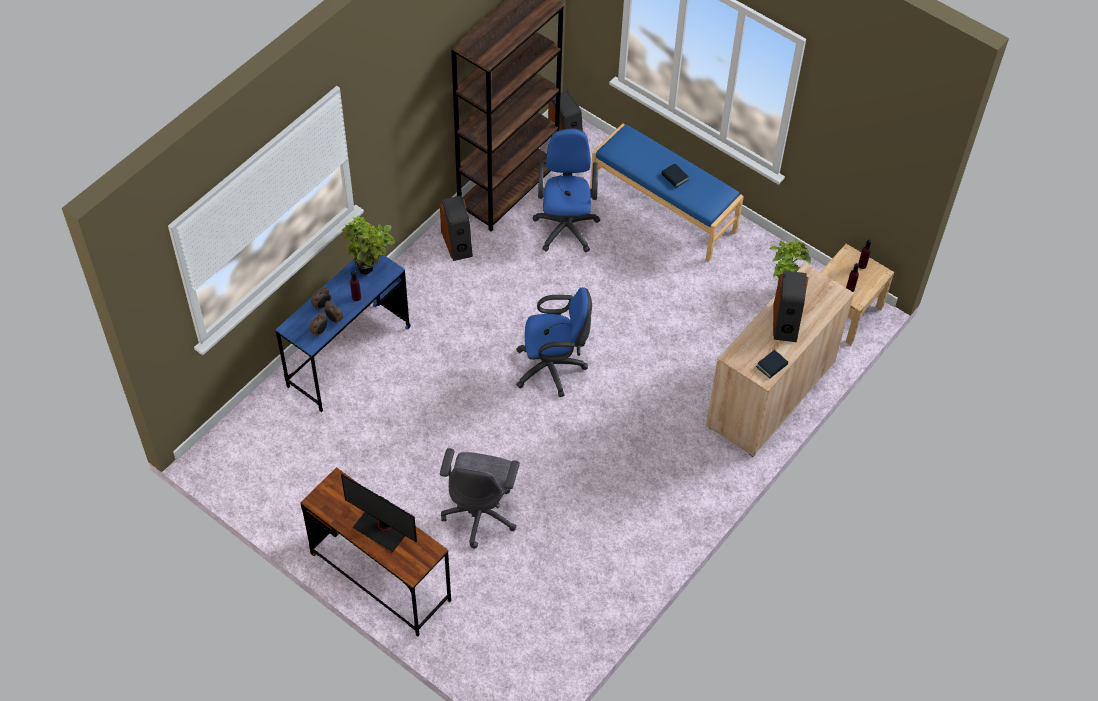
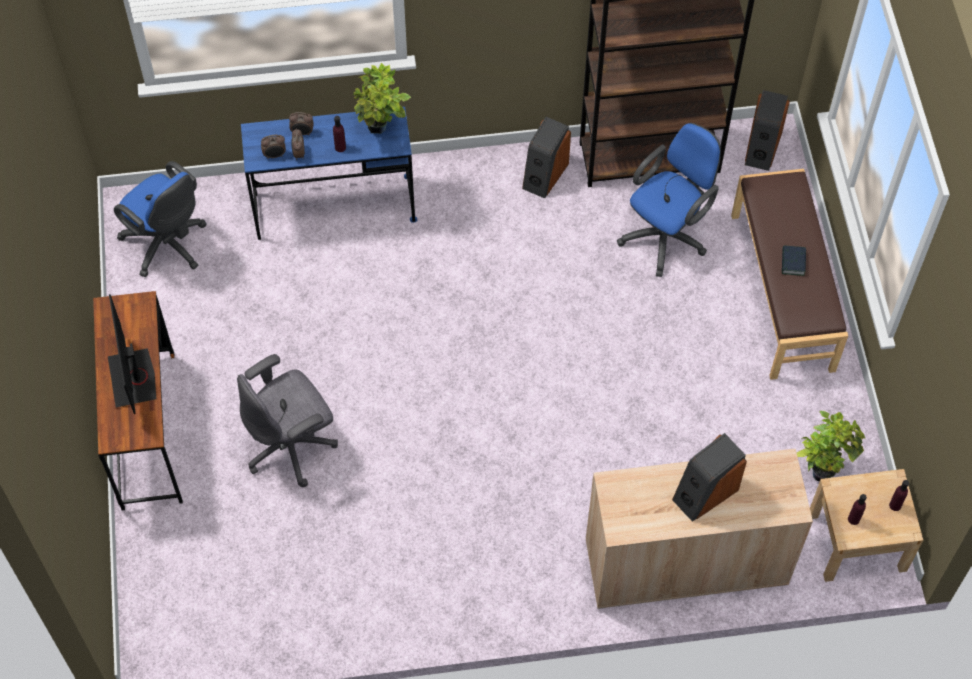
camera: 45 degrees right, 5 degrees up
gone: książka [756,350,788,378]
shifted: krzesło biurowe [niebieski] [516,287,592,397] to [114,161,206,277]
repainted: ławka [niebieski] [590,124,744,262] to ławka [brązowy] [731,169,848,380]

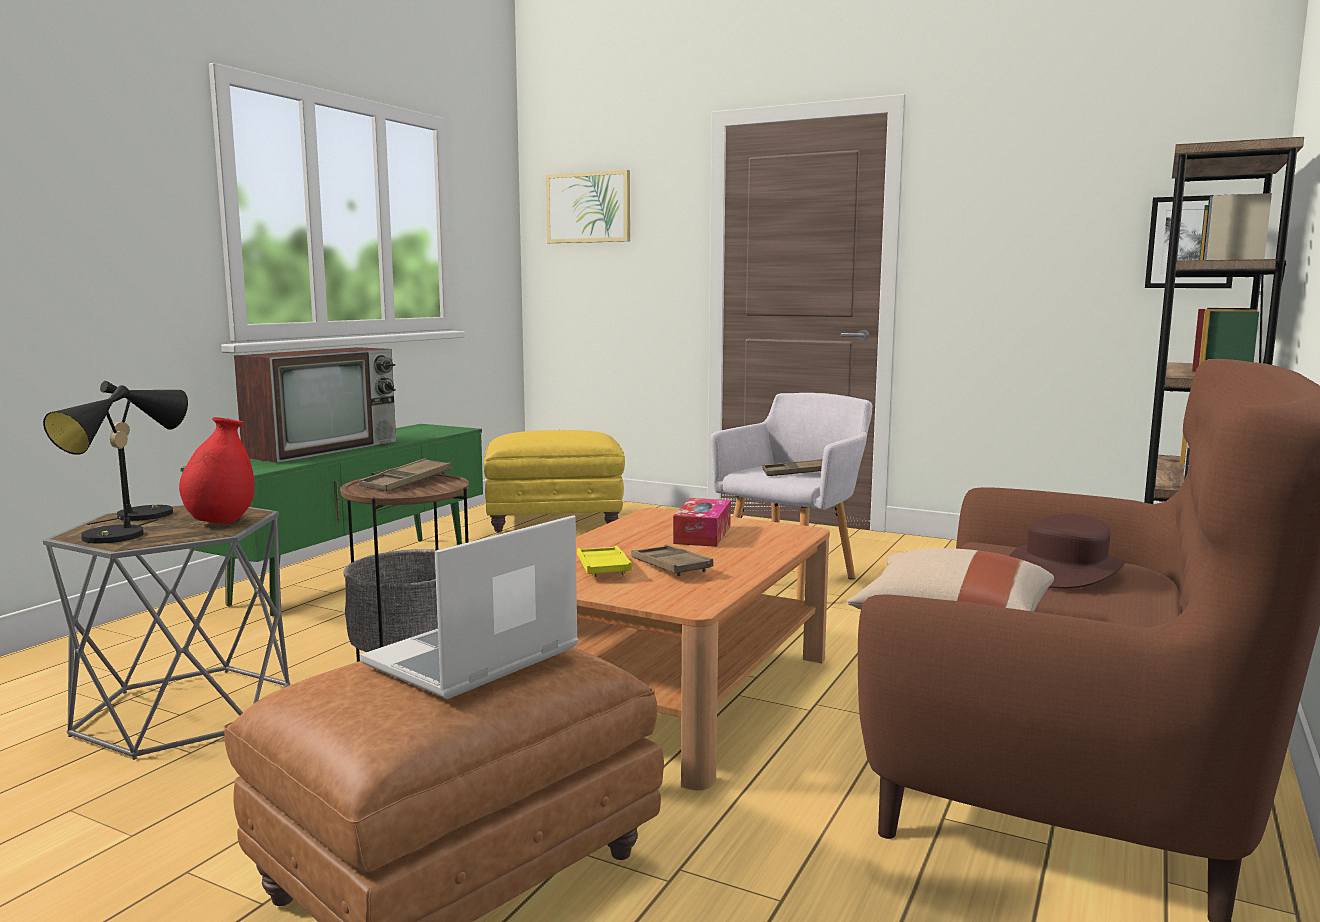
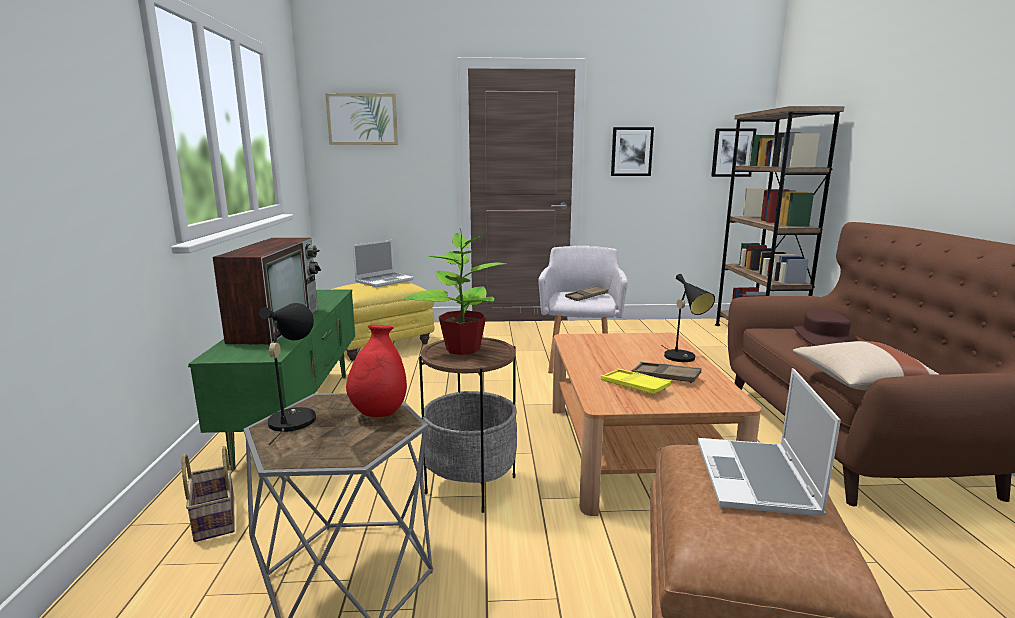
camera: 30 degrees left, 5 degrees up
gone: pudełko chusteczek [673,498,731,547]
new: koszyk [182,446,235,542]; laptop [353,240,414,287]; obraz [611,127,654,176]
shifted: lampa stołowa [czarny] [43,385,158,543] to [661,274,715,362]
swapped: taca [brązowy] [359,458,452,491] to roślina doniczkowa [403,229,506,355]

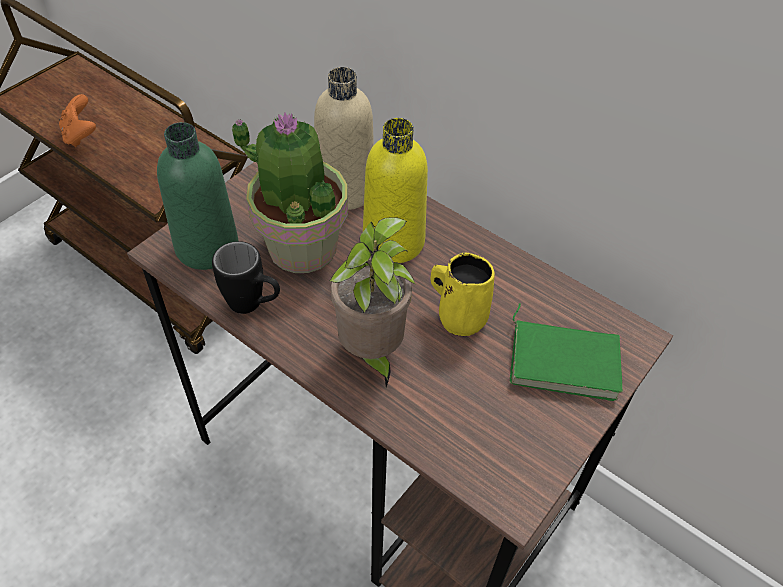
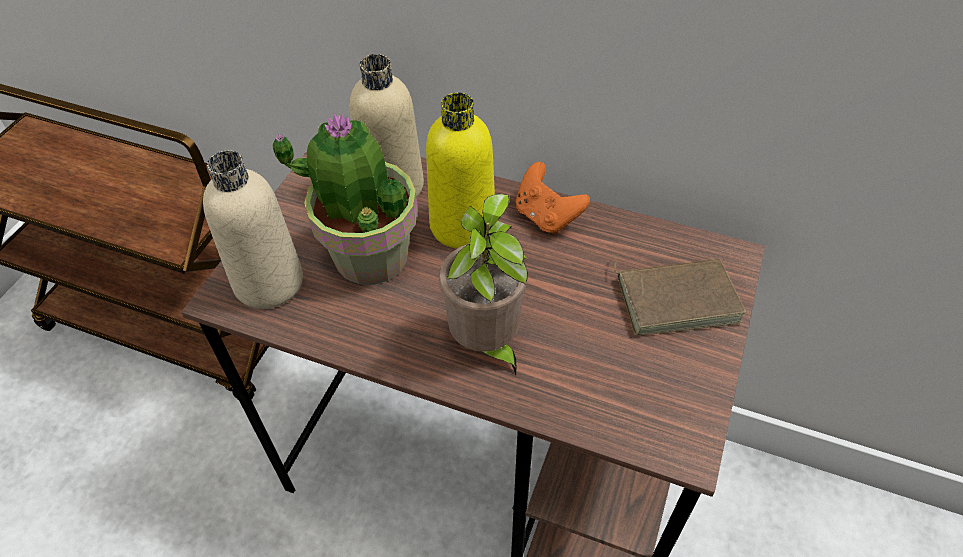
camera: 15 degrees left, 0 degrees up
gone: kubek [czarny] [212,241,280,314]; kubek [żółty] [430,253,495,336]
shifted: pad do gier [pomarańczowy] [59,94,96,147] to [516,162,590,234]
repainted: butelka [zielony] [157,122,238,270] to butelka [beżowy] [203,150,303,309]; książka [zielony] [509,303,623,401] to książka [brązowy] [614,254,746,335]

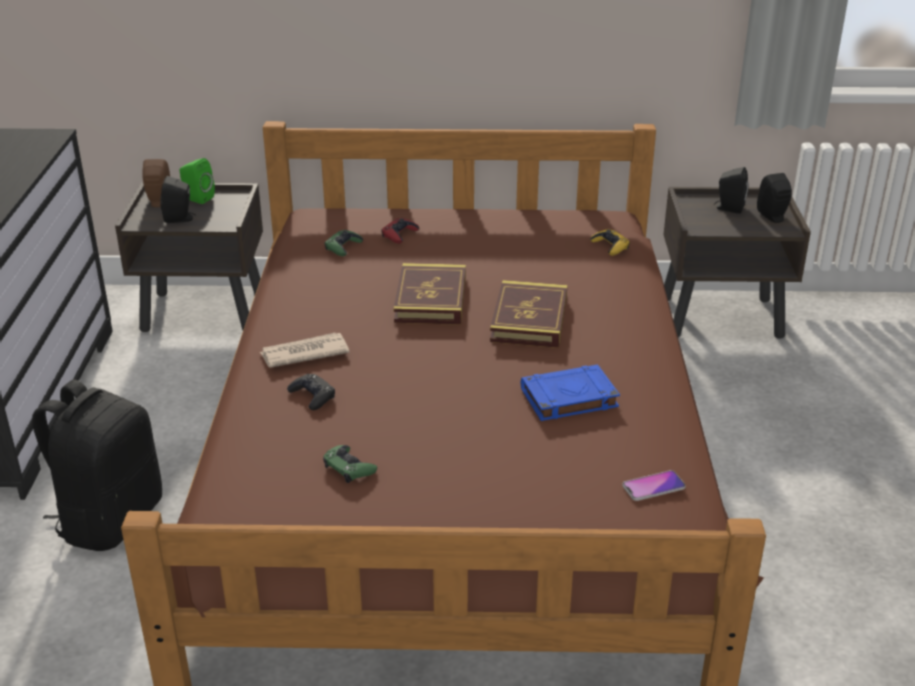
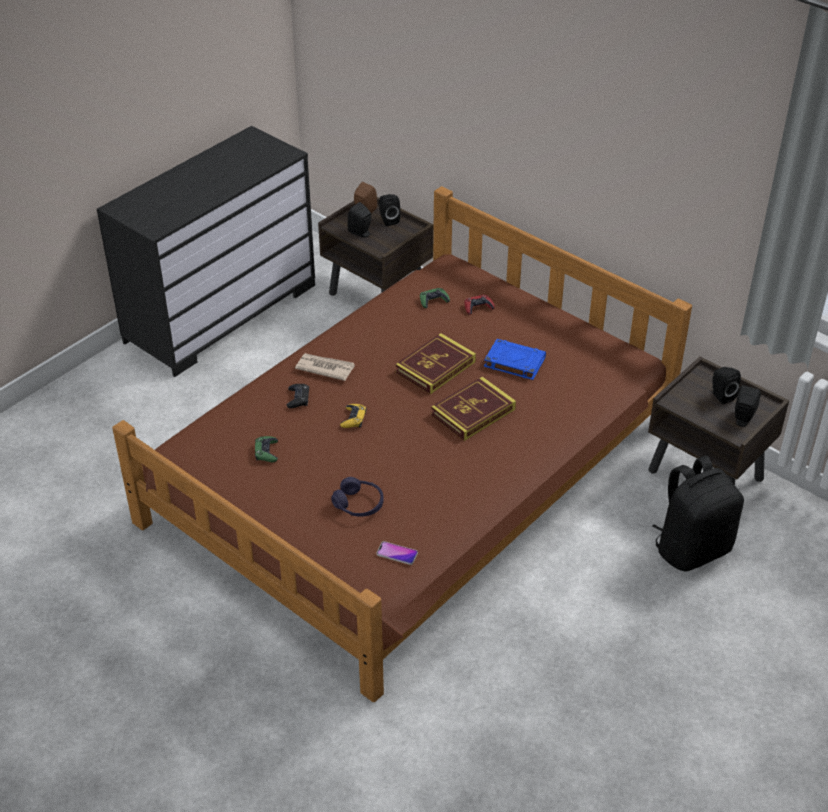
camera: 40 degrees right, 10 degrees up
new: słuchawki [fioletowy] [331,477,384,517]
shifted: pad do gier [żółty] [590,229,630,256] to [340,404,366,428]; książka [niebieski] [521,364,620,421] to [484,339,546,380]; plecak [czarny] [32,380,162,551] to [653,456,744,572]
repainted: głośnik [zielony] [180,158,215,204] to głośnik [czarny] [379,194,401,226]

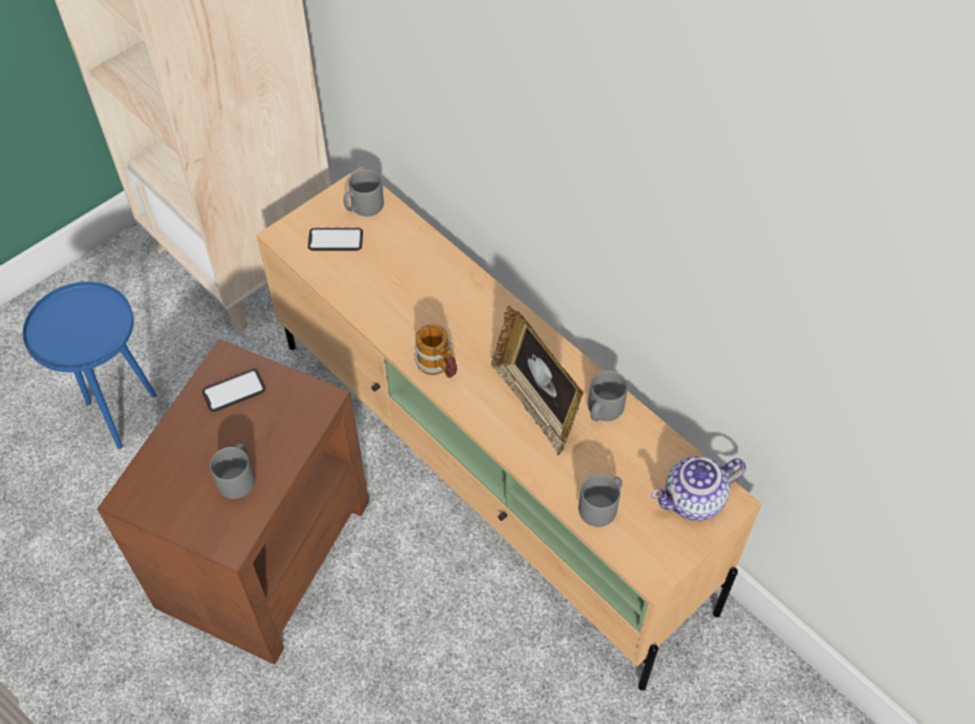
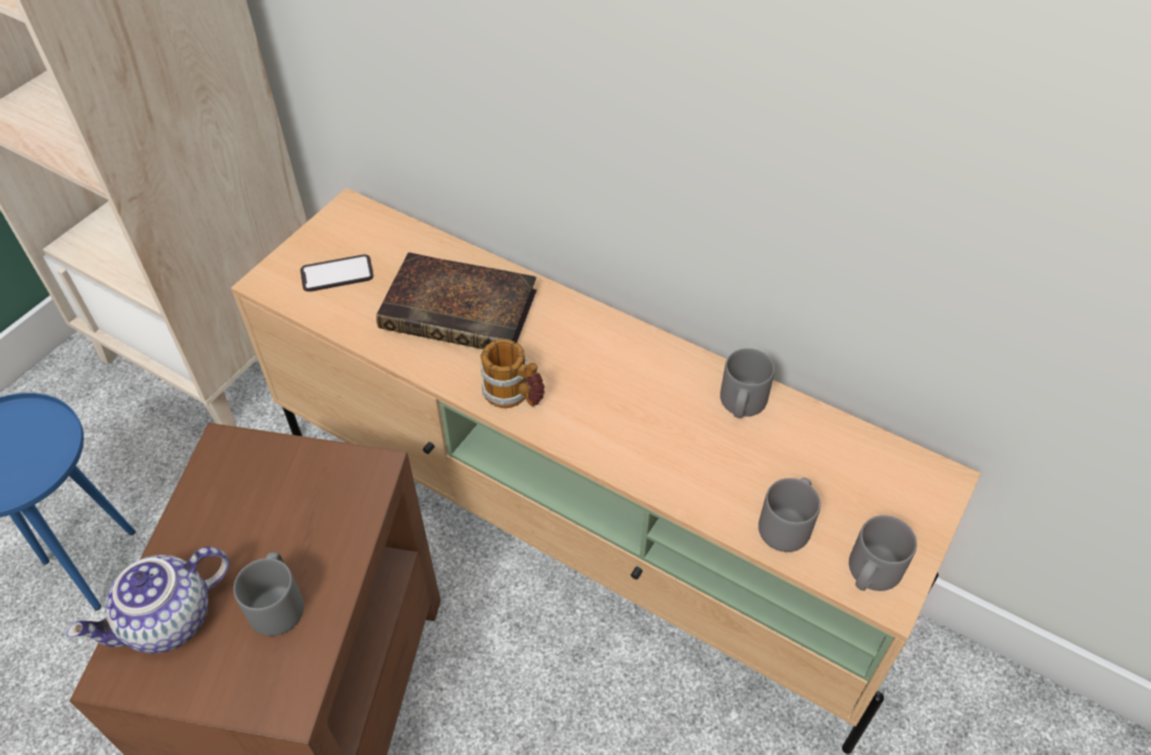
camera: 15 degrees left, 5 degrees down
gone: telefon [202,369,266,412]; ramka na zdjęcie [491,306,583,455]
new: książka [376,252,537,349]
shifted: imbryk [651,456,746,521] to [67,547,229,654]; kubek [szary] [343,169,384,216] to [849,515,917,591]

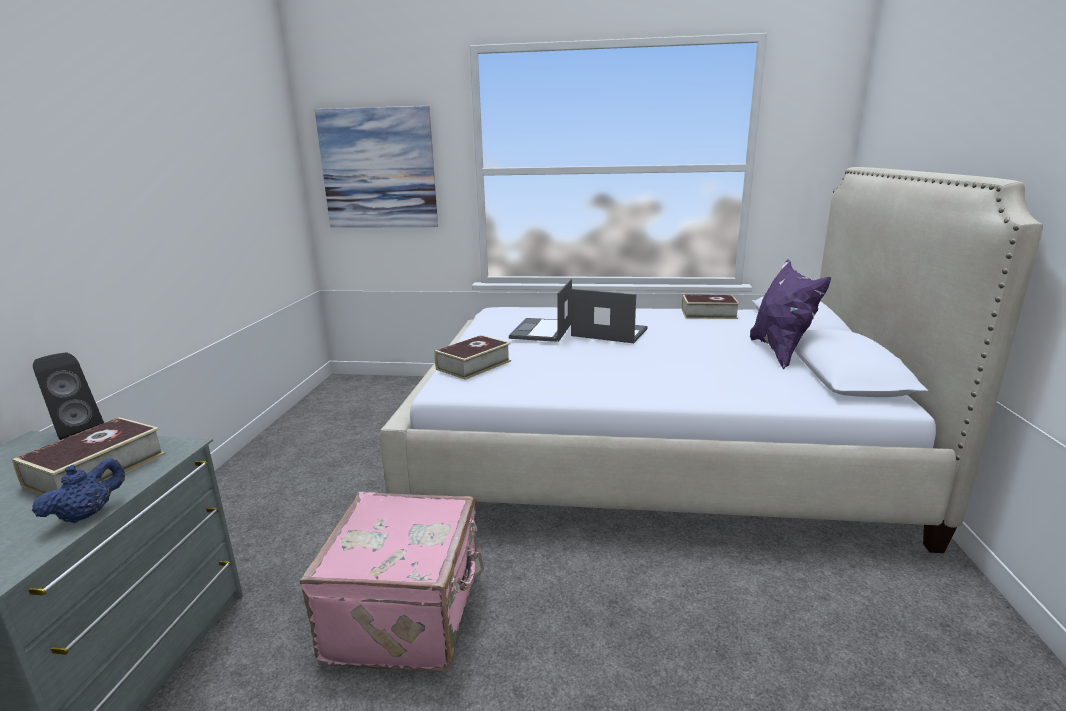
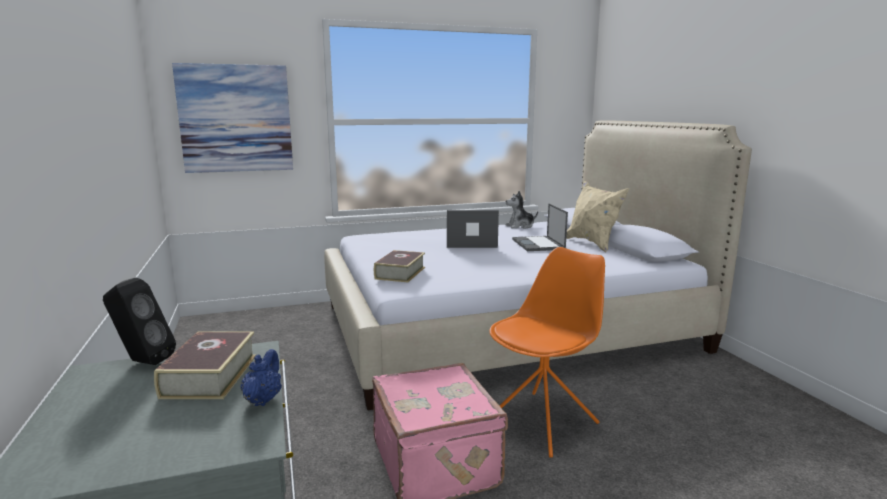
camera: 25 degrees left, 5 degrees down
new: krzesło [pomarańczowy] [490,247,605,458]
shifted: laptop [509,279,572,342] to [512,203,568,251]
swapped: książka [682,295,739,319] to pluszak [505,191,538,229]
repainted: poduszka [fioletowy] [750,259,831,369] to poduszka [beżowy] [566,181,629,252]

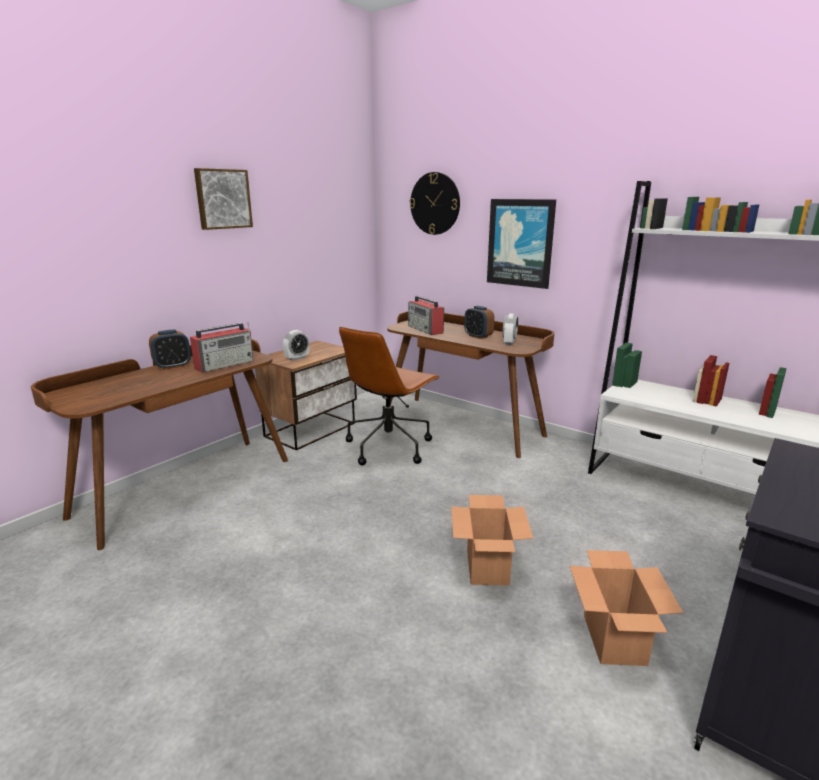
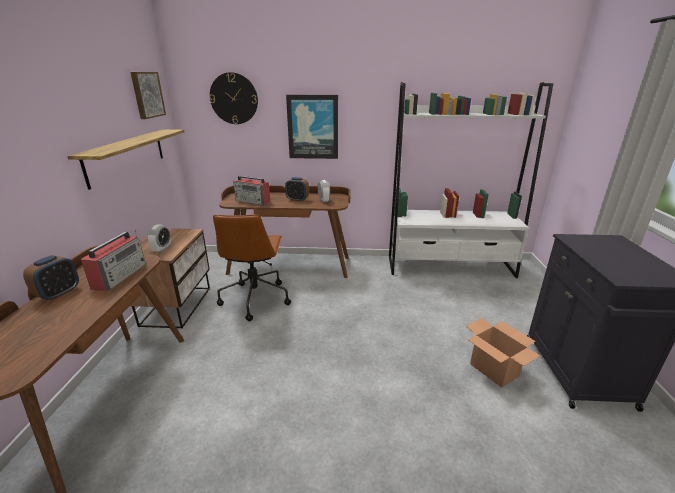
camera: 35 degrees left, 5 degrees up
gone: karton [451,495,533,586]
new: półka [67,129,185,190]
shifted: obraz [194,168,253,230] to [131,72,166,119]

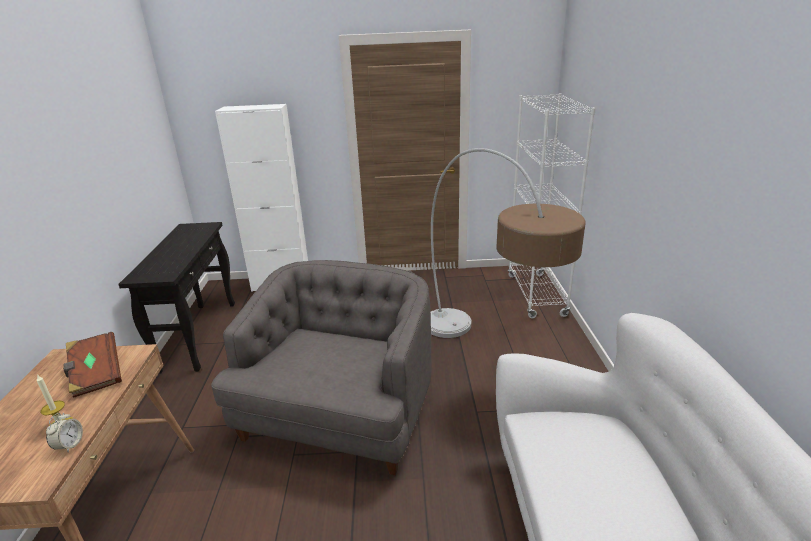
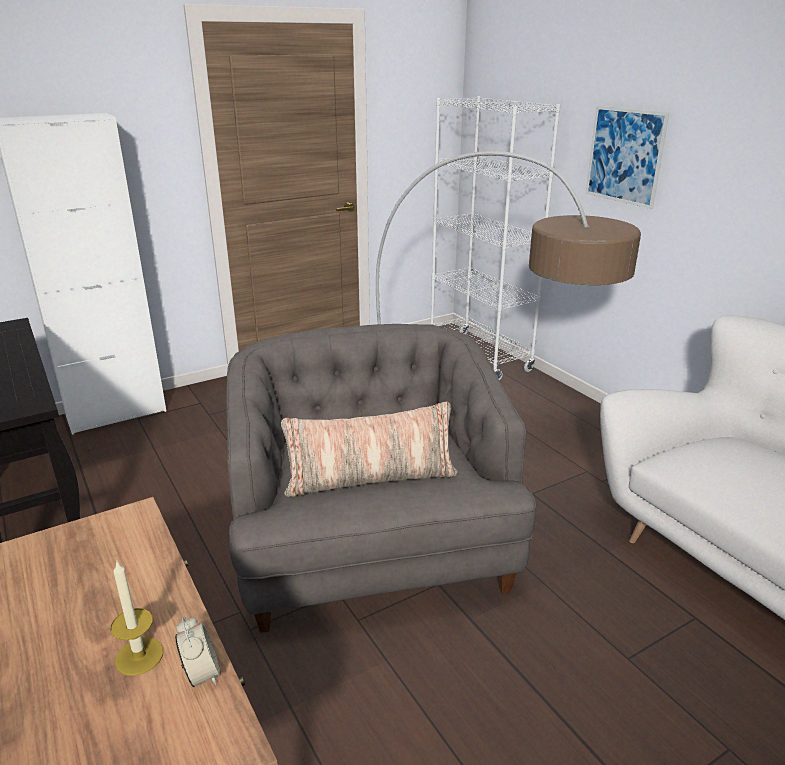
camera: 30 degrees left, 0 degrees up
gone: książka [brązowy] [63,332,122,398]
new: poduszka [281,402,458,497]; obraz [585,106,670,209]

